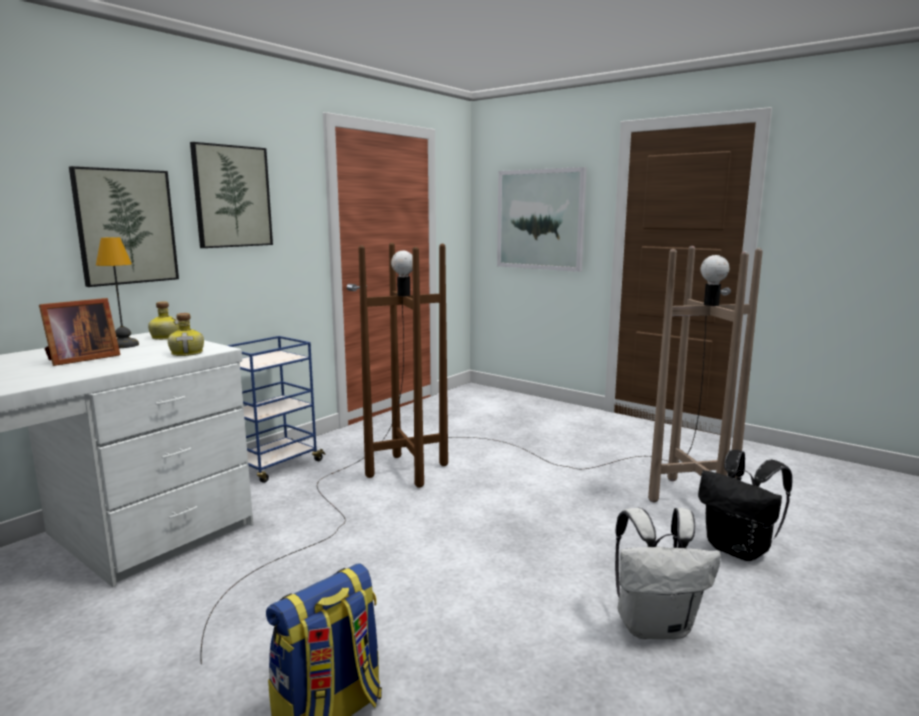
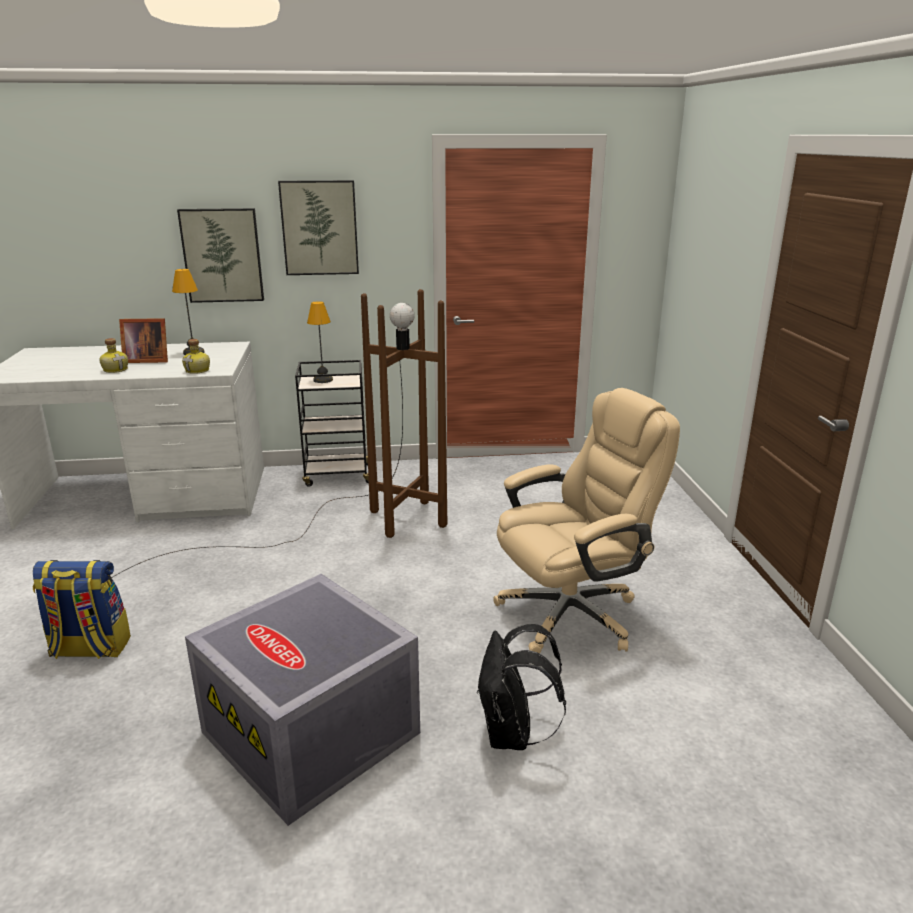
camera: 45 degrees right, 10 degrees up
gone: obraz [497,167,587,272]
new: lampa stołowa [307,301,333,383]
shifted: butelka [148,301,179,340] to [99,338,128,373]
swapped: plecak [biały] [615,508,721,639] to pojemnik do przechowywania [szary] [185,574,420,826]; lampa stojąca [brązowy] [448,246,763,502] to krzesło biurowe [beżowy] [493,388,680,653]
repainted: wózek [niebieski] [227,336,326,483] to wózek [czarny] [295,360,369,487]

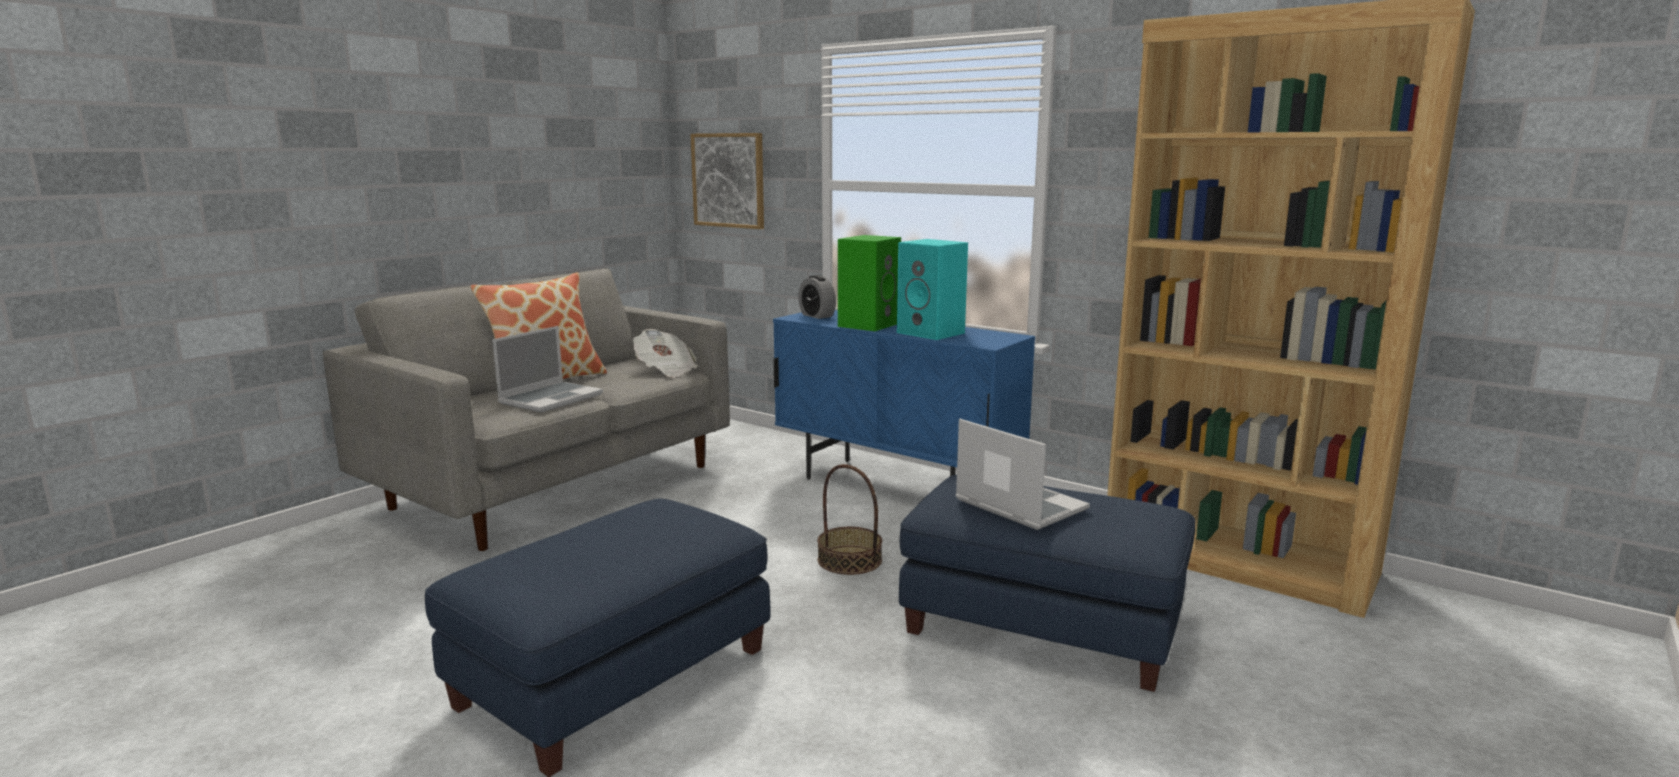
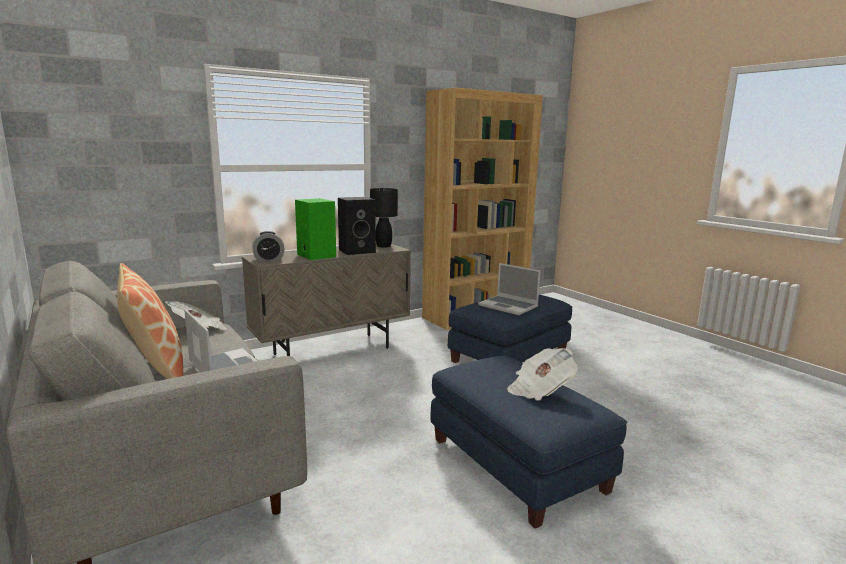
camera: 70 degrees left, 0 degrees up
gone: obraz [690,133,764,229]; koszyk [817,464,882,575]
new: lampa stołowa [czarny] [370,188,398,248]; gazeta [507,348,578,401]
repainted: szafka [niebieski] [773,310,1035,480] to szafka [beżowy] [242,244,411,356]; głośnik [turkusowy] [897,239,968,340] to głośnik [czarny] [338,197,376,255]
rotated: laptop [955,419,1090,530] = [479,263,541,315] 120 degrees counterclockwise

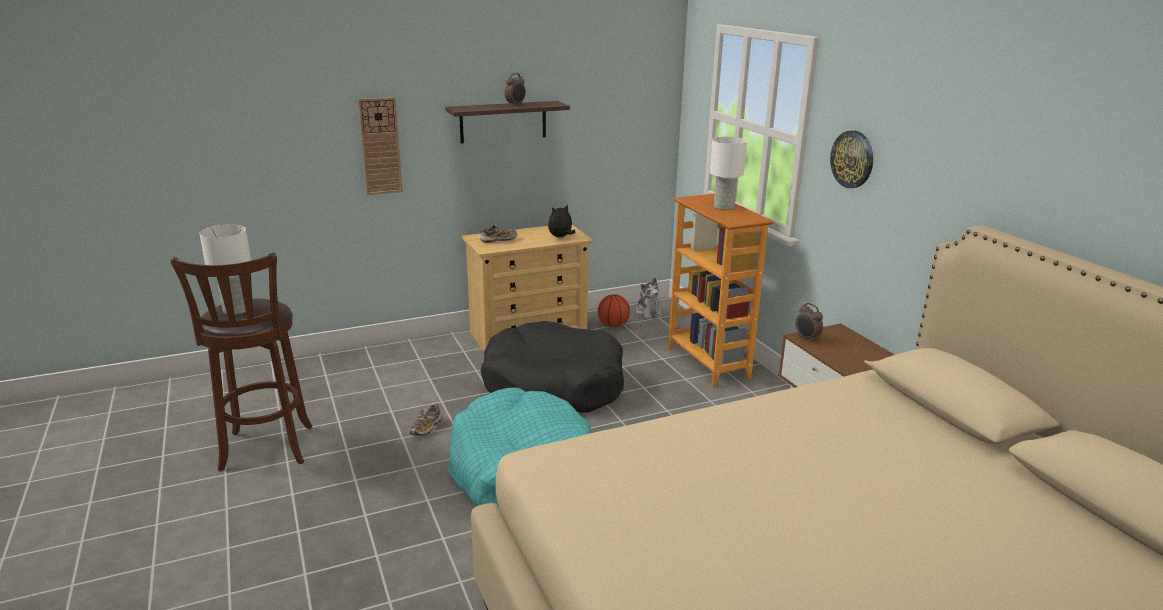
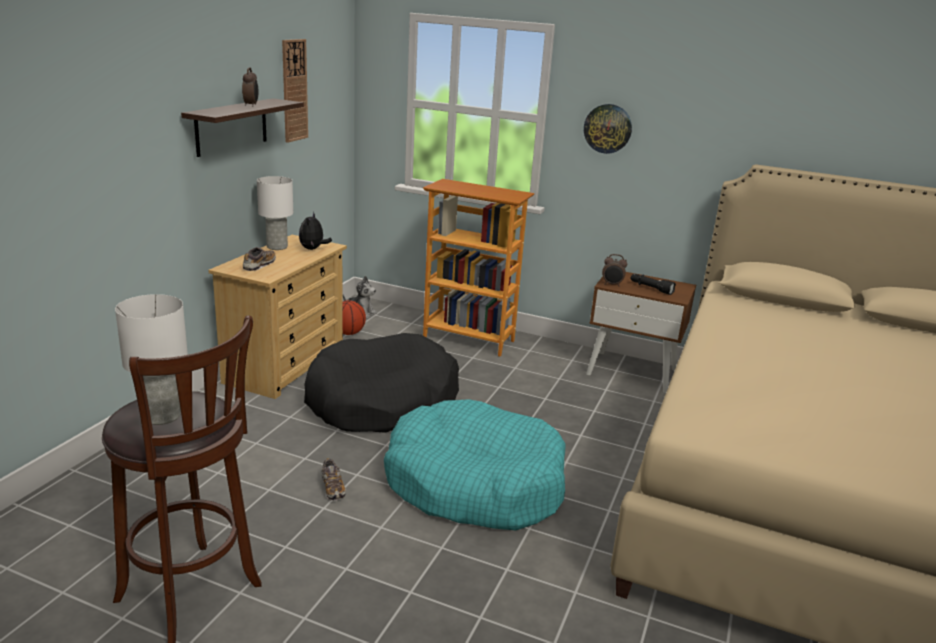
camera: 45 degrees left, 0 degrees up
new: latarka [czarny] [631,274,676,295]
shifted: lampa stołowa [biały] [710,137,747,210] to [257,176,293,250]; zegar ścienny [358,97,403,195] to [282,39,308,143]

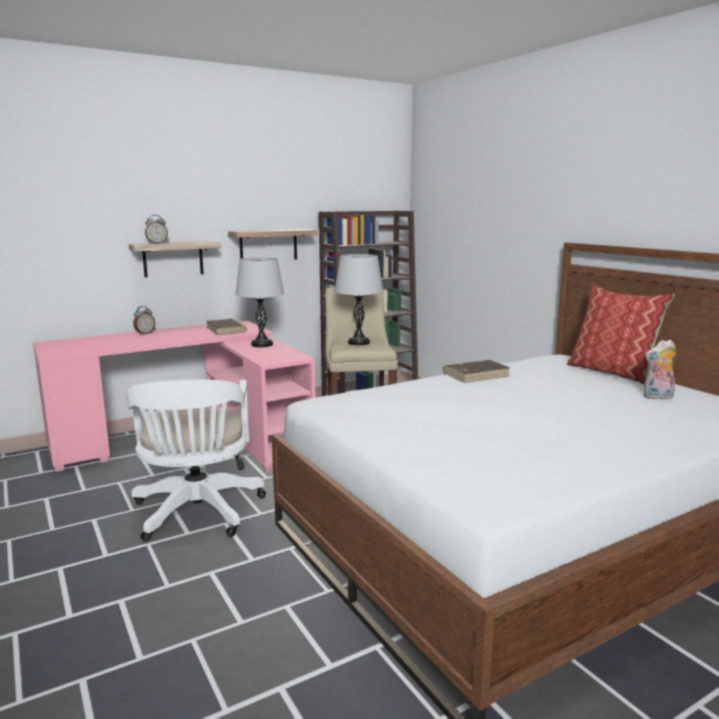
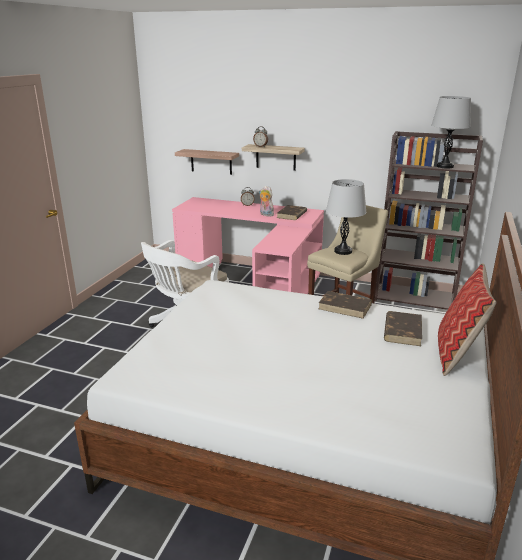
camera: 50 degrees right, 10 degrees up
new: książka [brązowy] [384,311,422,346]
shifted: półka [228,229,318,259] to [175,149,239,175]; pluszak [644,340,676,400] to [259,186,274,217]; lampa stołowa [szary] [235,257,284,347] to [432,96,471,168]

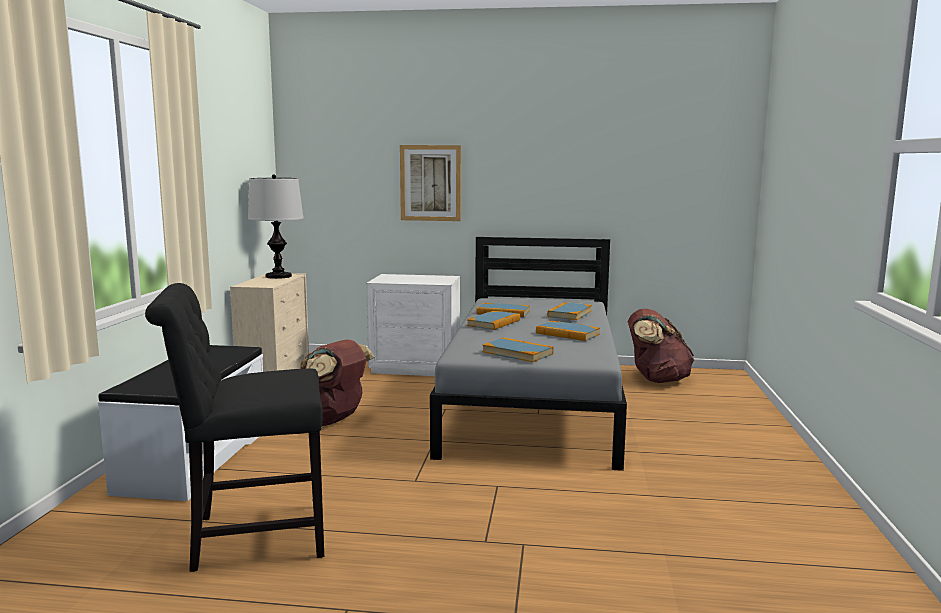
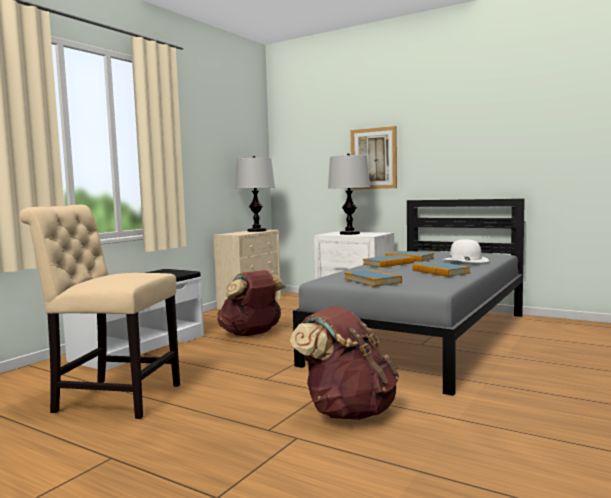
camera: 25 degrees right, 5 degrees down
new: lampa stołowa [328,153,370,235]
shifted: plecak [brązowy] [627,309,694,383] to [290,307,399,420]
swapped: książka [547,302,592,320] to kapelusz [biały] [443,239,489,263]
repainted: krzesło [czarny] [145,283,324,572] to krzesło [beżowy] [20,205,180,419]

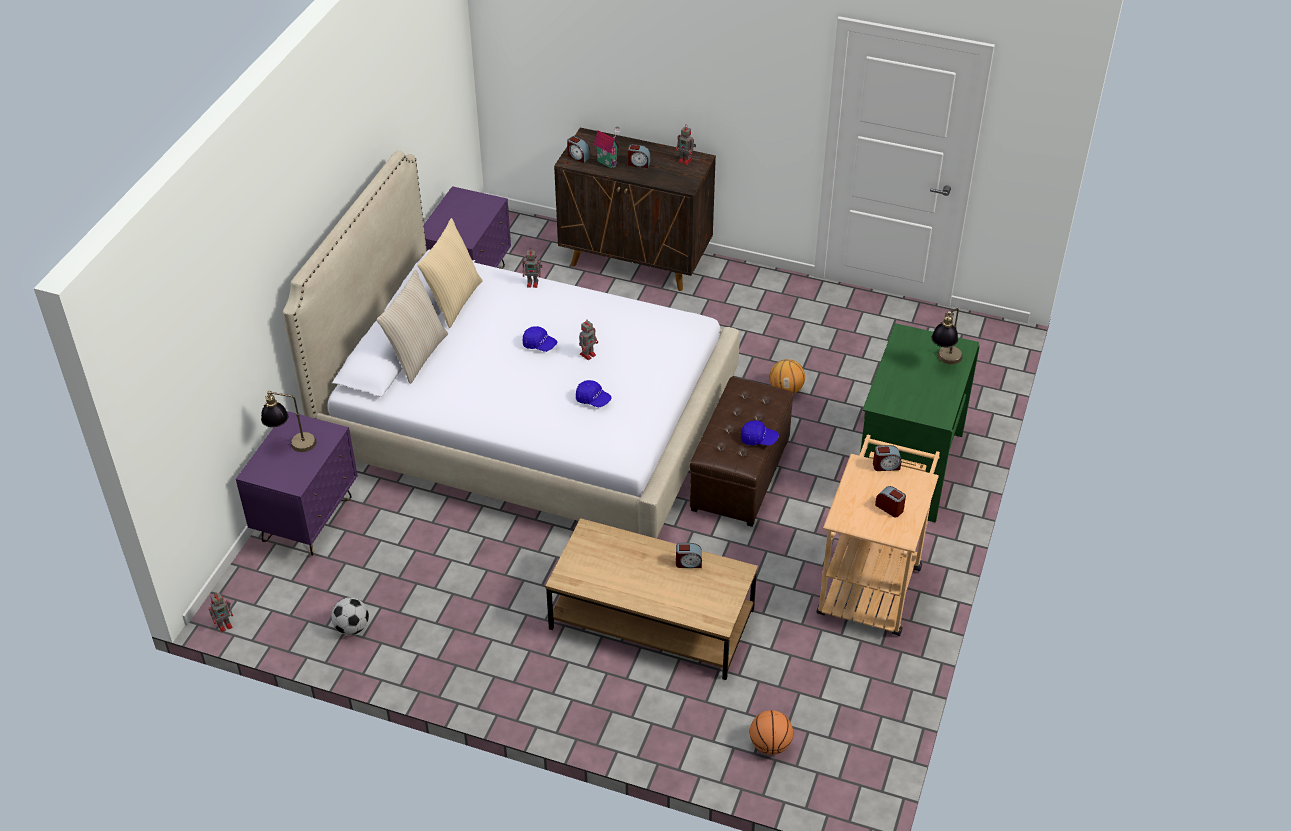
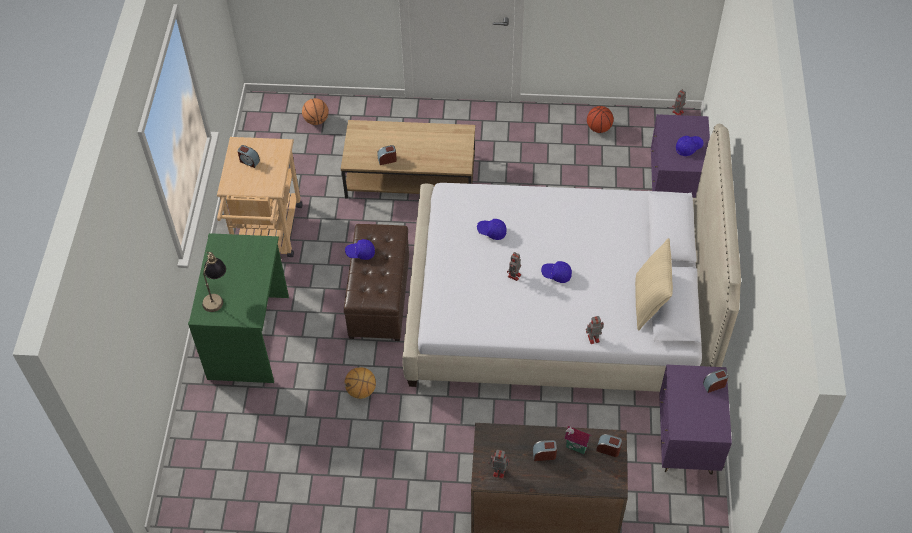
camera: 165 degrees right, 10 degrees up
gone: poduszka [beżowy] [377,270,448,384]
shifted: budzik [873,445,901,471] to [703,369,728,393]
swapped: piłka futbolowa [331,597,369,635] to piłka do koszykówki [587,106,614,133]; lampa stołowa [261,391,317,452] to czapka z daszkiem [niebieski] [676,136,703,156]

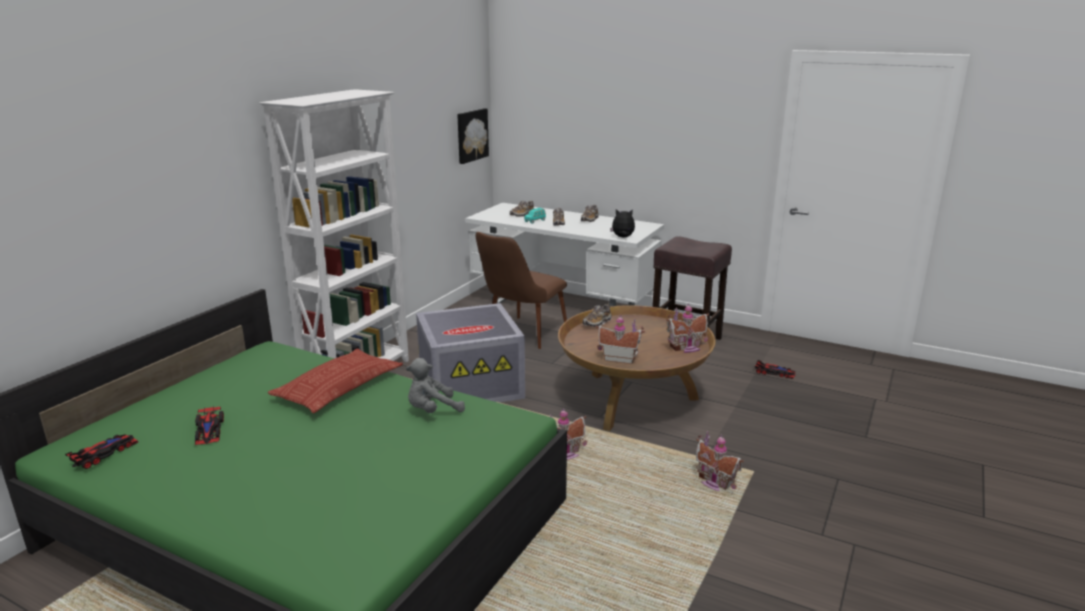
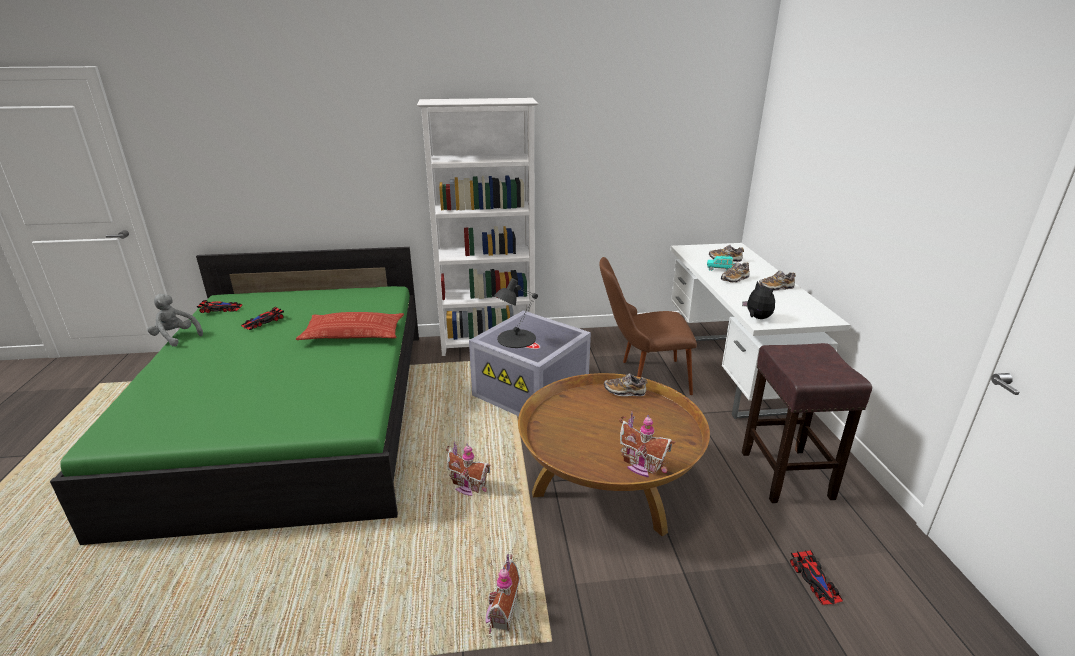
camera: 55 degrees right, 5 degrees up
gone: obraz [457,108,489,164]; domek [596,315,645,364]
new: lampa stołowa [czarny] [494,278,538,348]
shifted: pluszak [szary] [406,358,465,413] to [147,294,203,346]

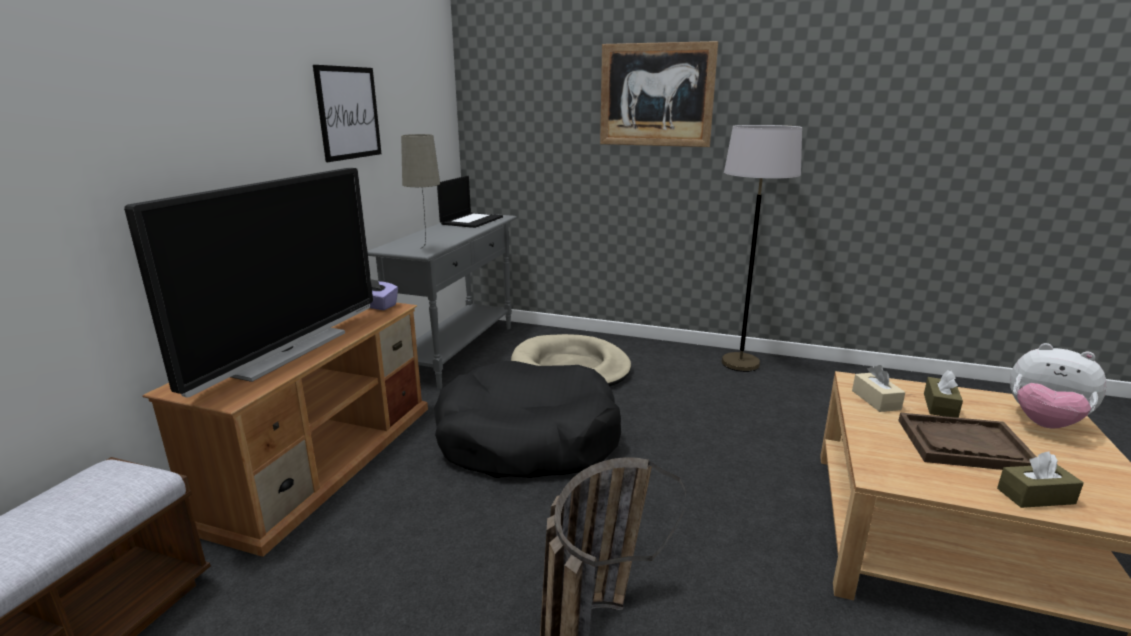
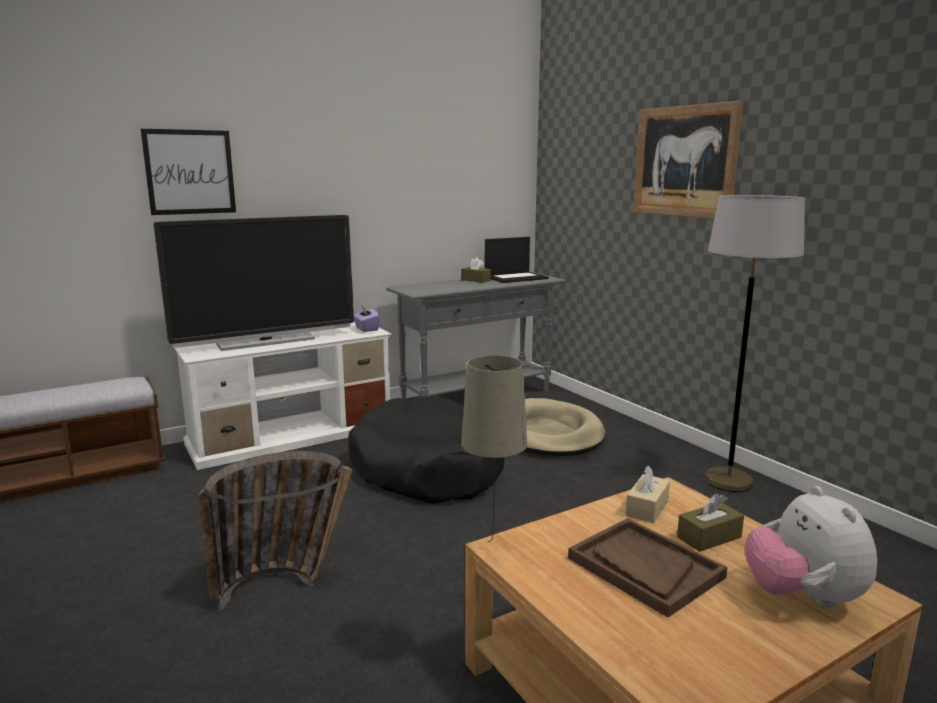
camera: 40 degrees right, 5 degrees down
shifted: obraz [313,65,381,162] to [141,129,236,215]; pudełko chusteczek [brązowy] [997,451,1084,508] to [461,257,491,283]; lampa stołowa [beżowy] [401,134,440,249] to [461,355,527,542]
repainted: szafka pod telewizor [brązowy] [142,303,428,557] to szafka pod telewizor [biały] [172,322,392,470]

